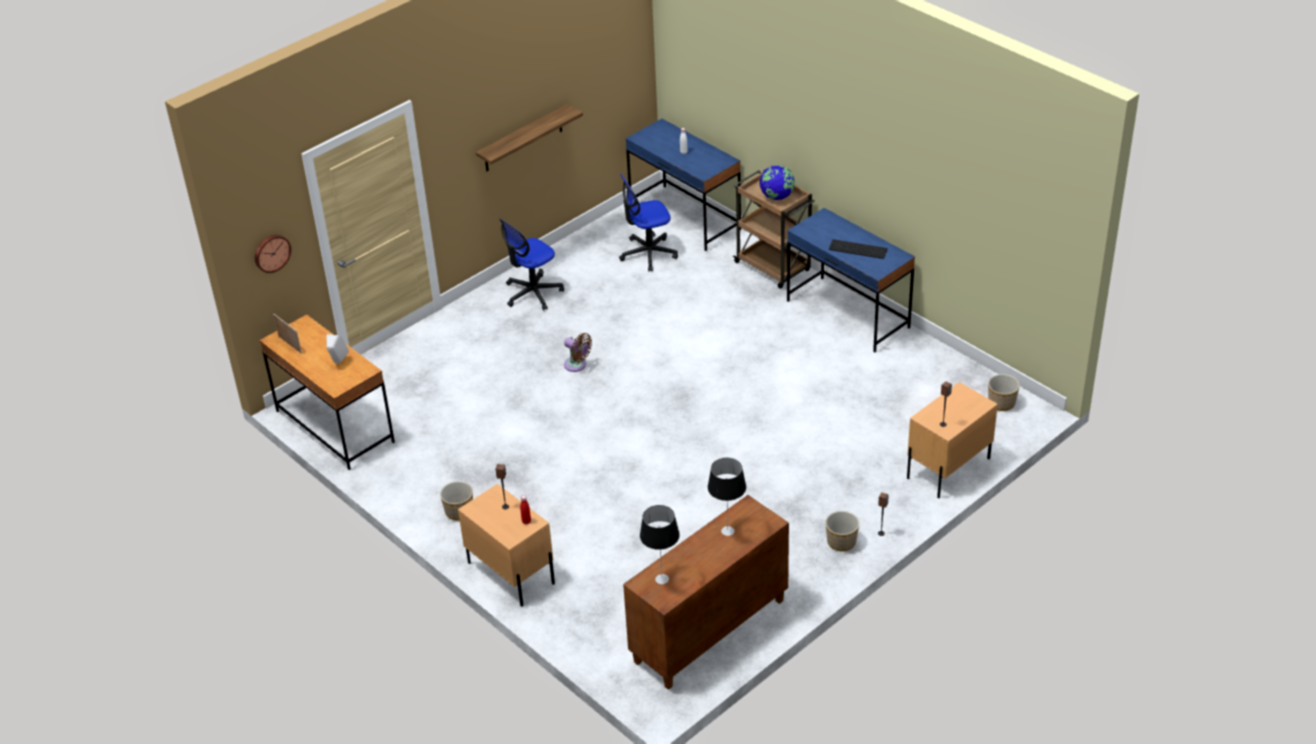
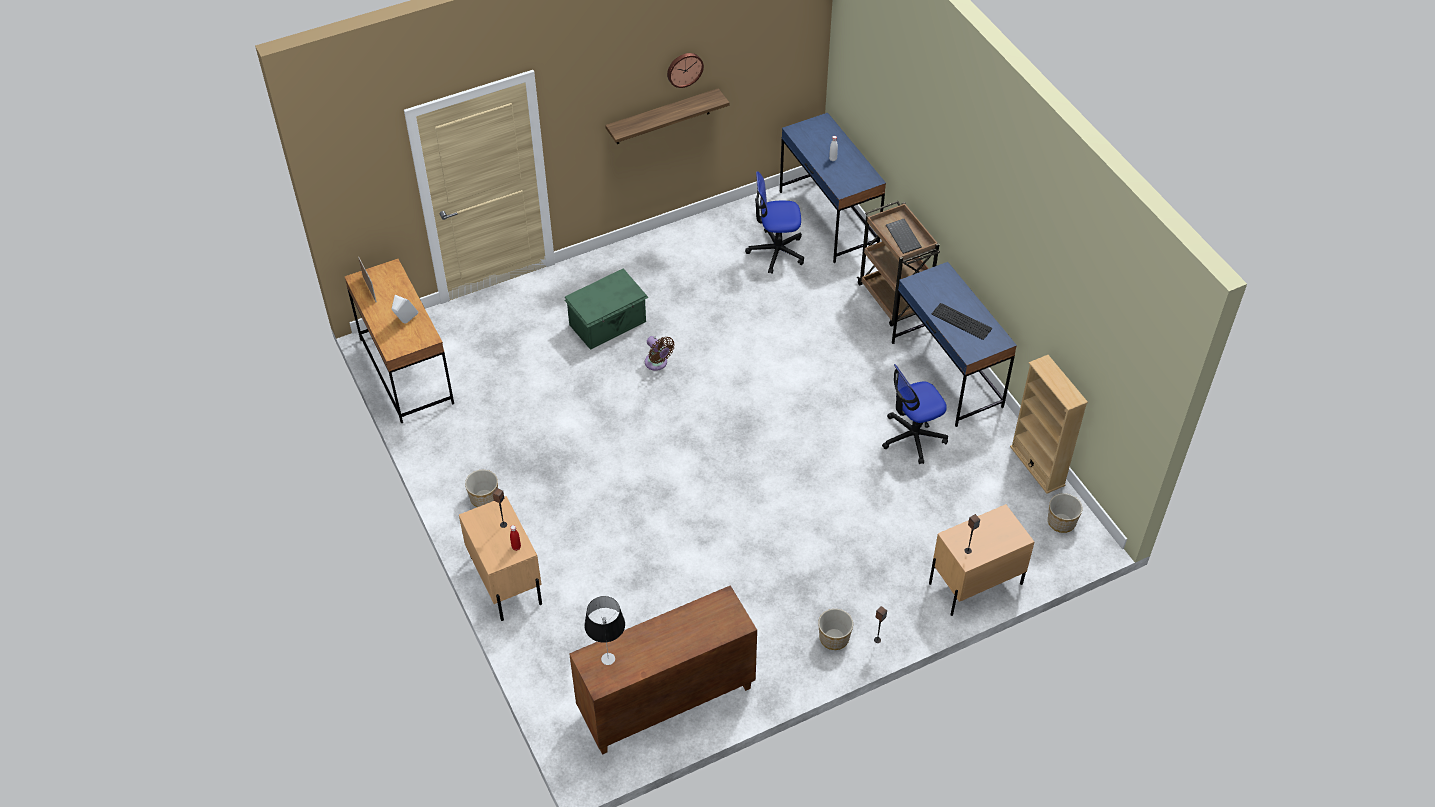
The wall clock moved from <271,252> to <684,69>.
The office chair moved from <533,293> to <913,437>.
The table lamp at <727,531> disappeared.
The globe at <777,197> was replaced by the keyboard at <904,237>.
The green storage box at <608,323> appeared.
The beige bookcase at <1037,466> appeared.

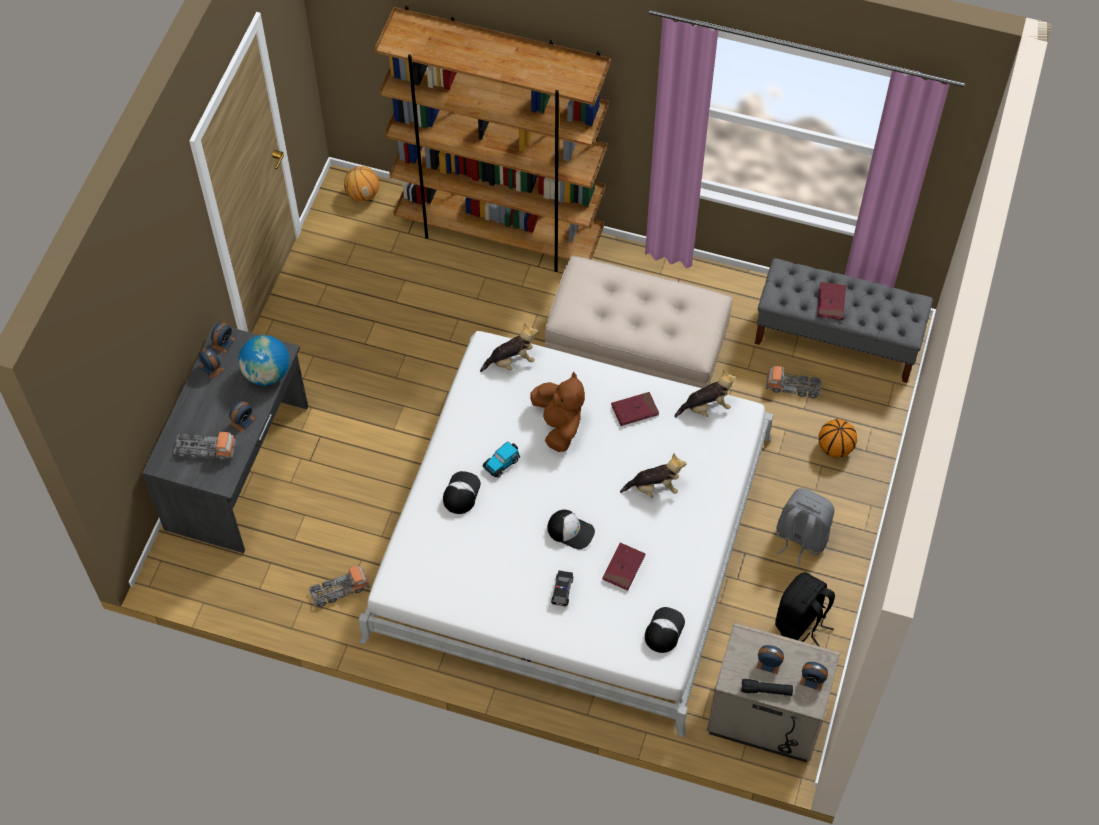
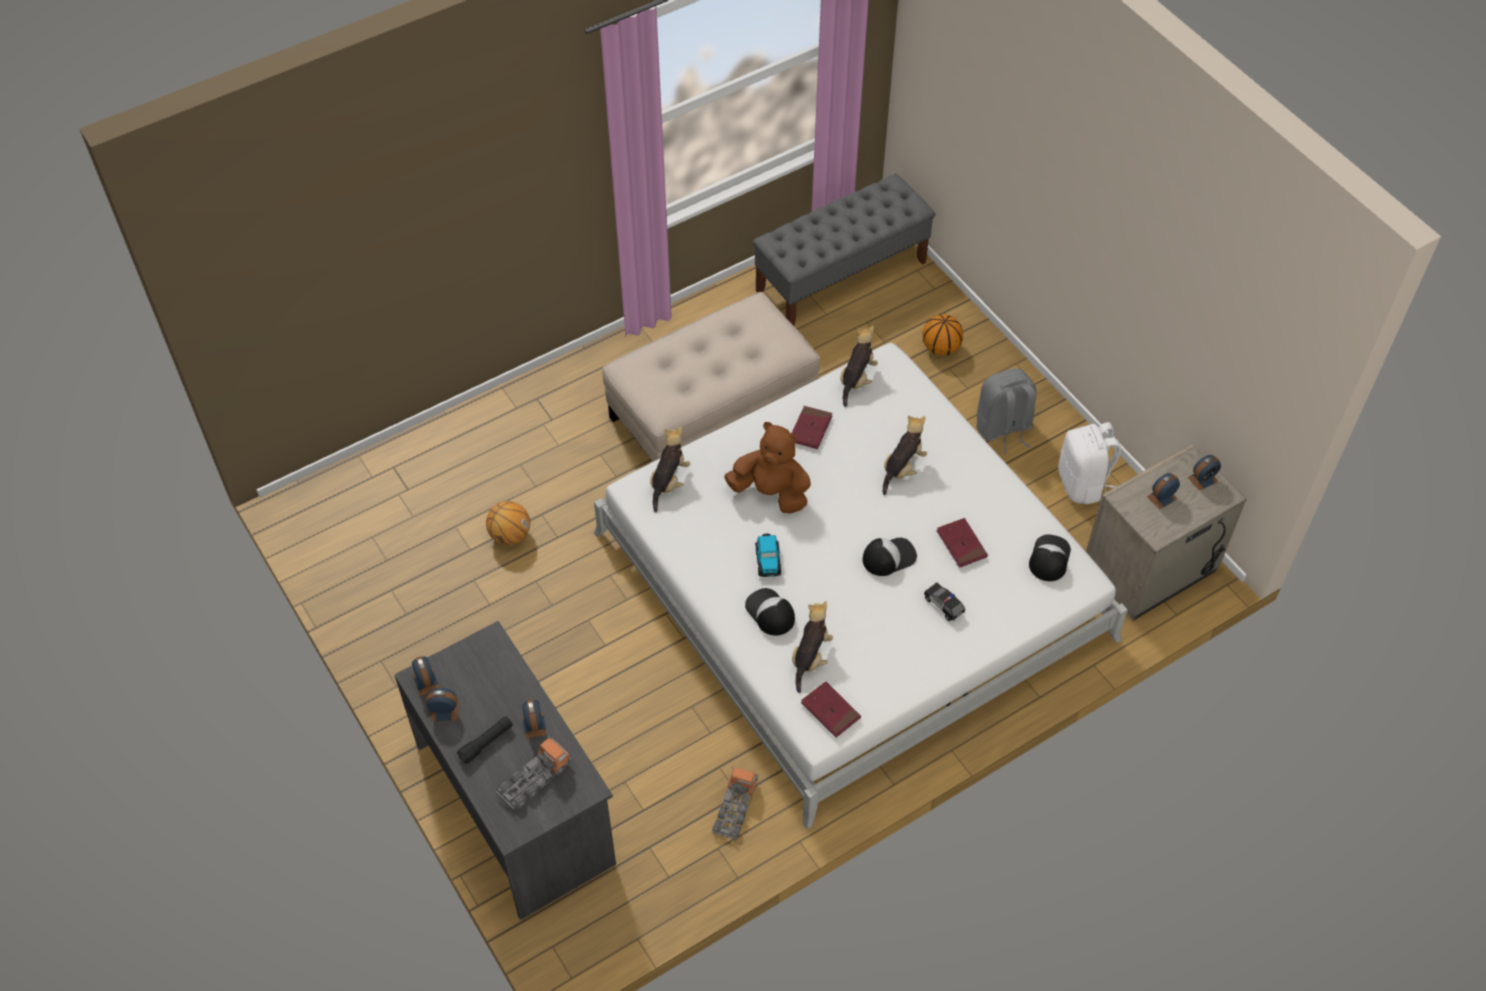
The globe at <267,373> disappeared.
The basketball moved from <363,194> to <510,535>.
The brown bookcase at <500,233> disappeared.
The cap at <664,630> turned 45 degrees clockwise.
The black flashlight moved from <766,690> to <486,743>.
The toy truck at <793,387> disappeared.
The black backpack at <801,623> became the white backpack at <1083,484>.
The red book moved from <831,302> to <830,711>.
The plush toy at <810,657> appeared.

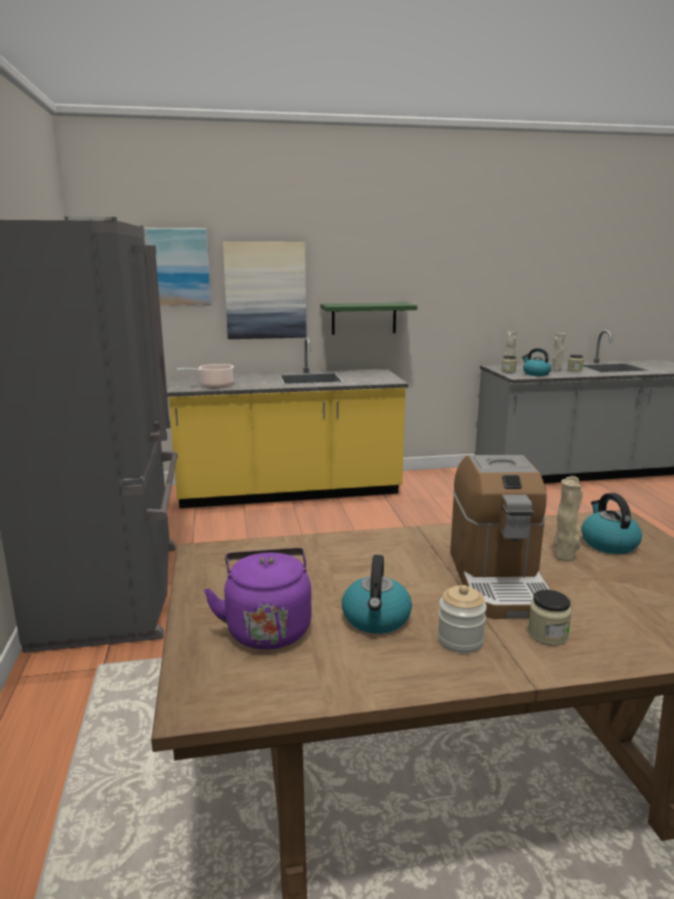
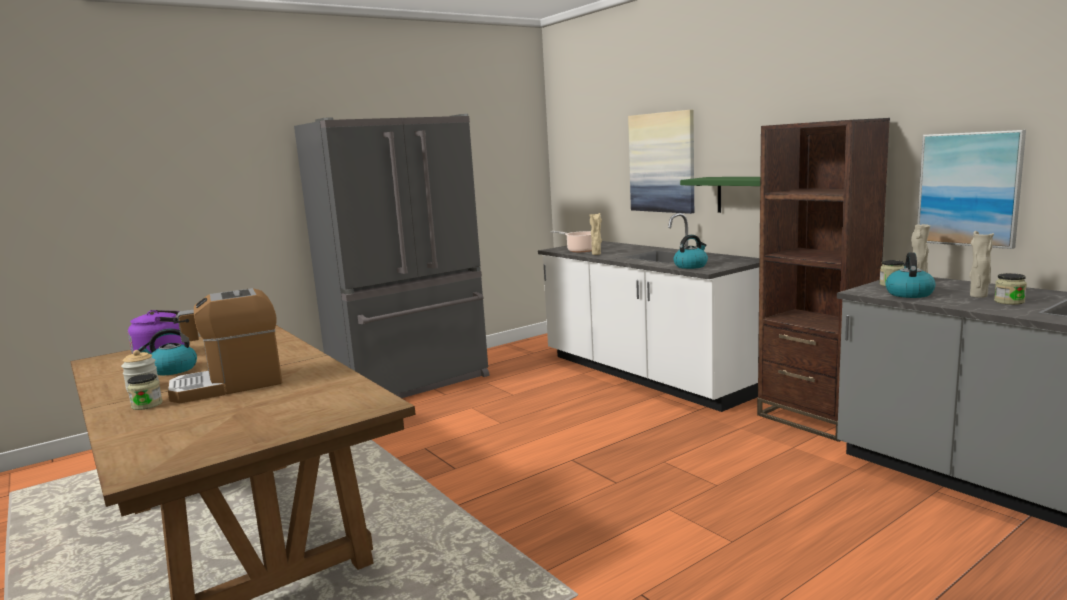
The picture moved from <179,267> to <969,189>.
The yellow counter at <289,492> became the white counter at <646,374>.
The beige vase moved from <565,557> to <596,254>.
The kettle moved from <608,543> to <691,266>.
The brown bookcase at <814,419> appeared.

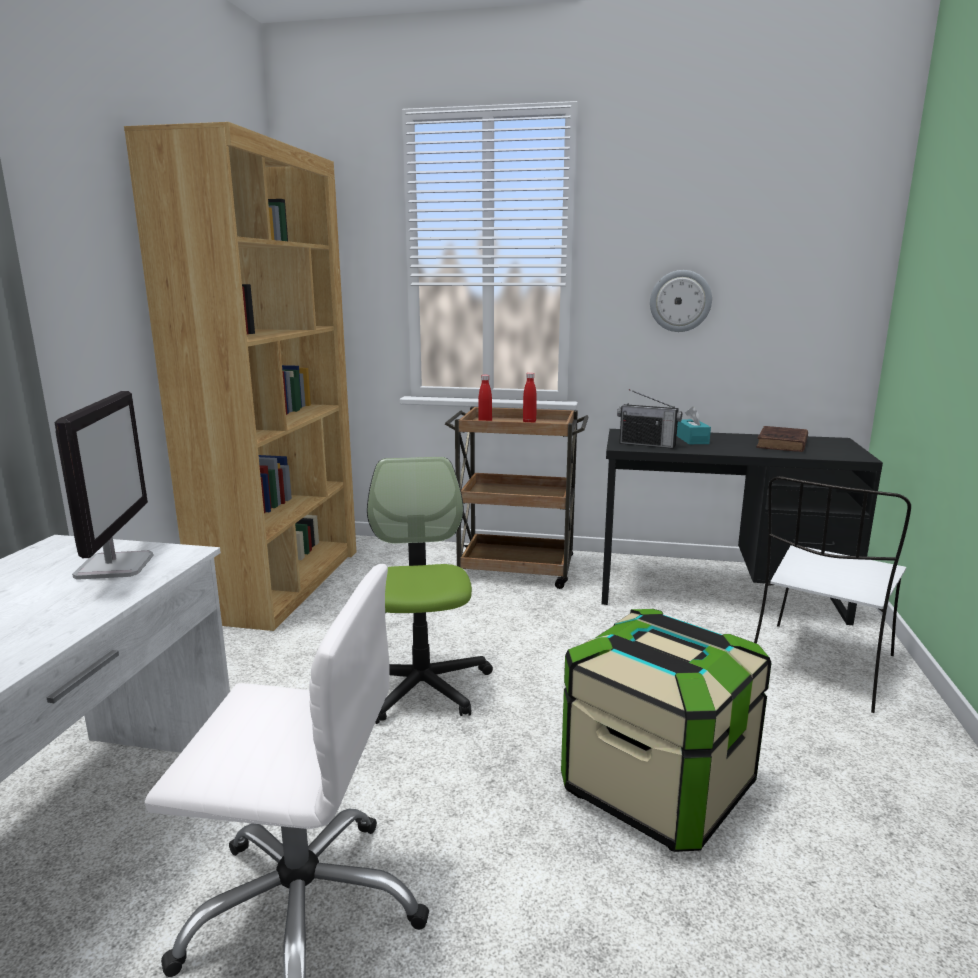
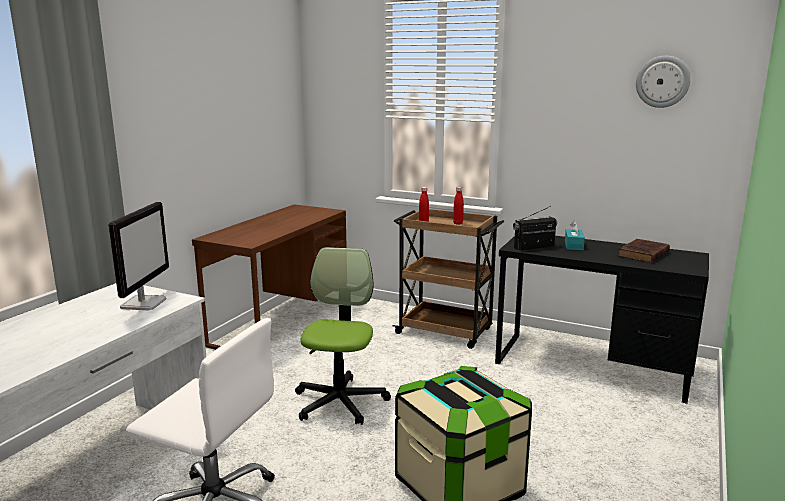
The brown bookcase at <283,583> was replaced by the brown desk at <281,323>.
The radio at <647,444> turned 120 degrees clockwise.
The wall clock moved from <680,301> to <662,81>.
The white chair at <820,667> disappeared.

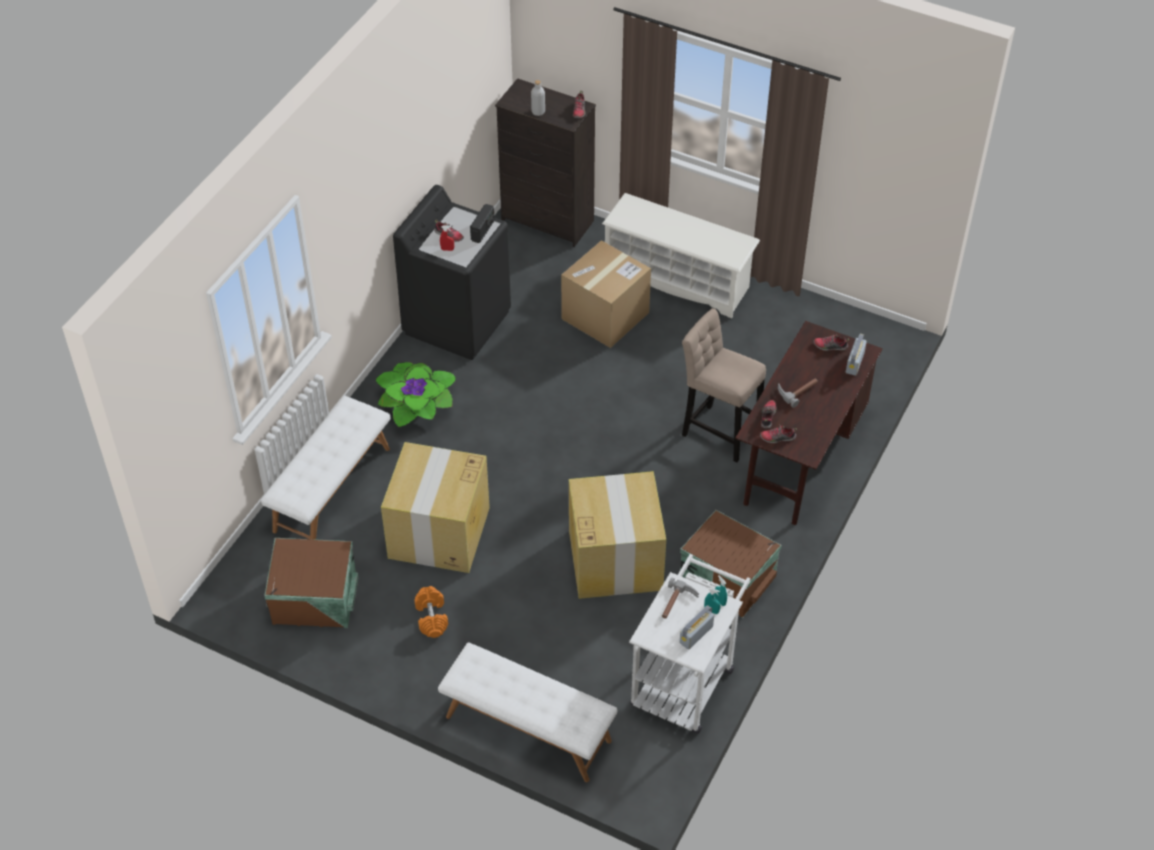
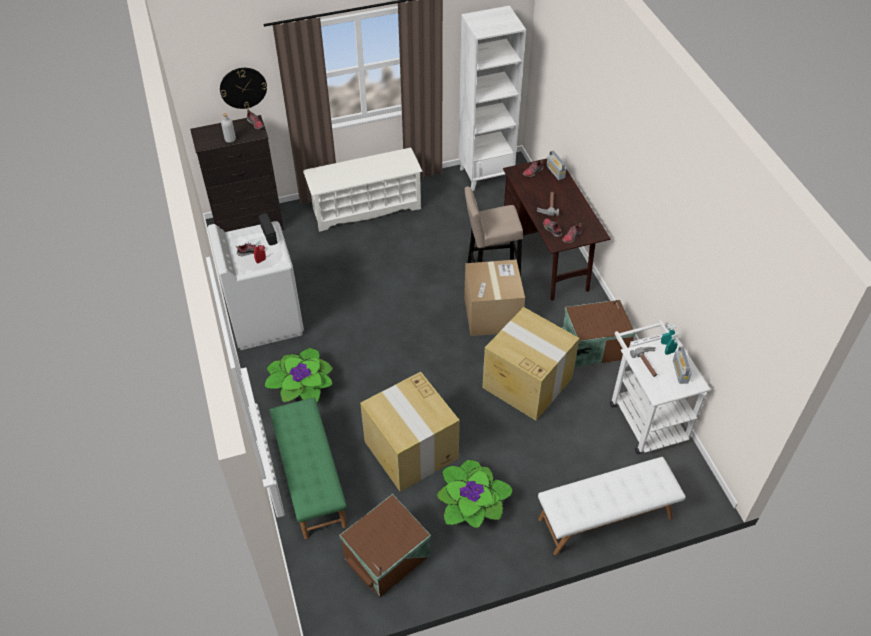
The white bench at <331,489> became the green bench at <310,479>.
The black washing machine at <457,321> became the white washing machine at <265,319>.
The orange dumbbell at <432,618> was replaced by the potted plant at <471,504>.
The cardboard box moved from <605,316> to <492,314>.
The wall clock at <243,87> appeared.
The white bookcase at <486,175> appeared.

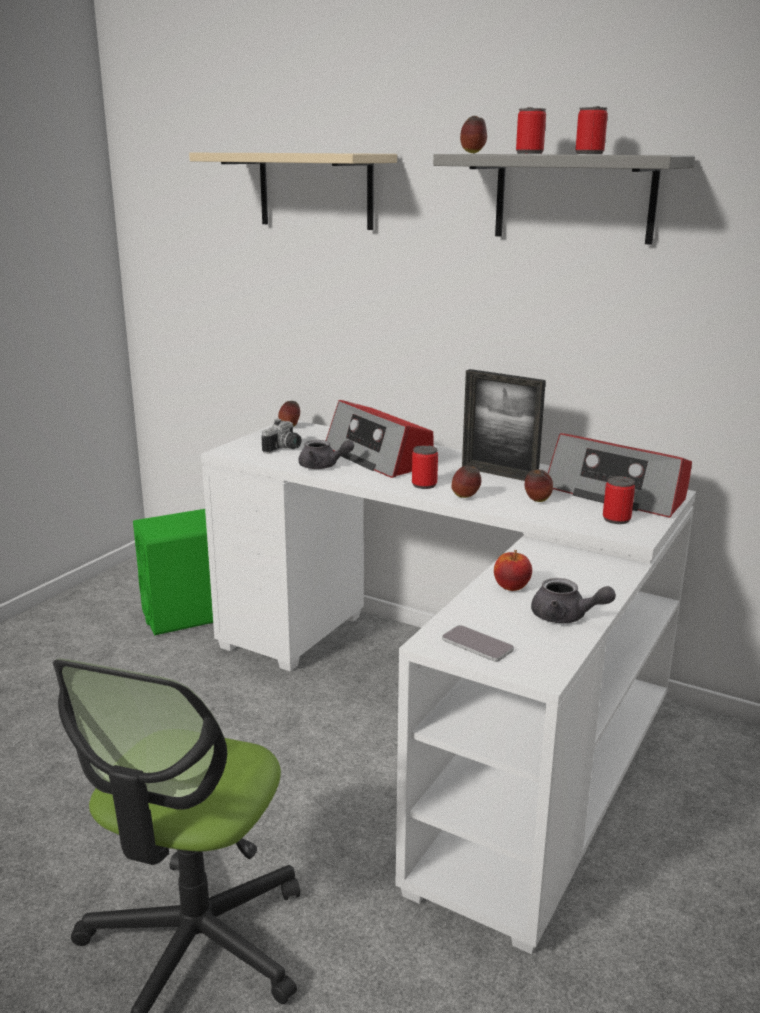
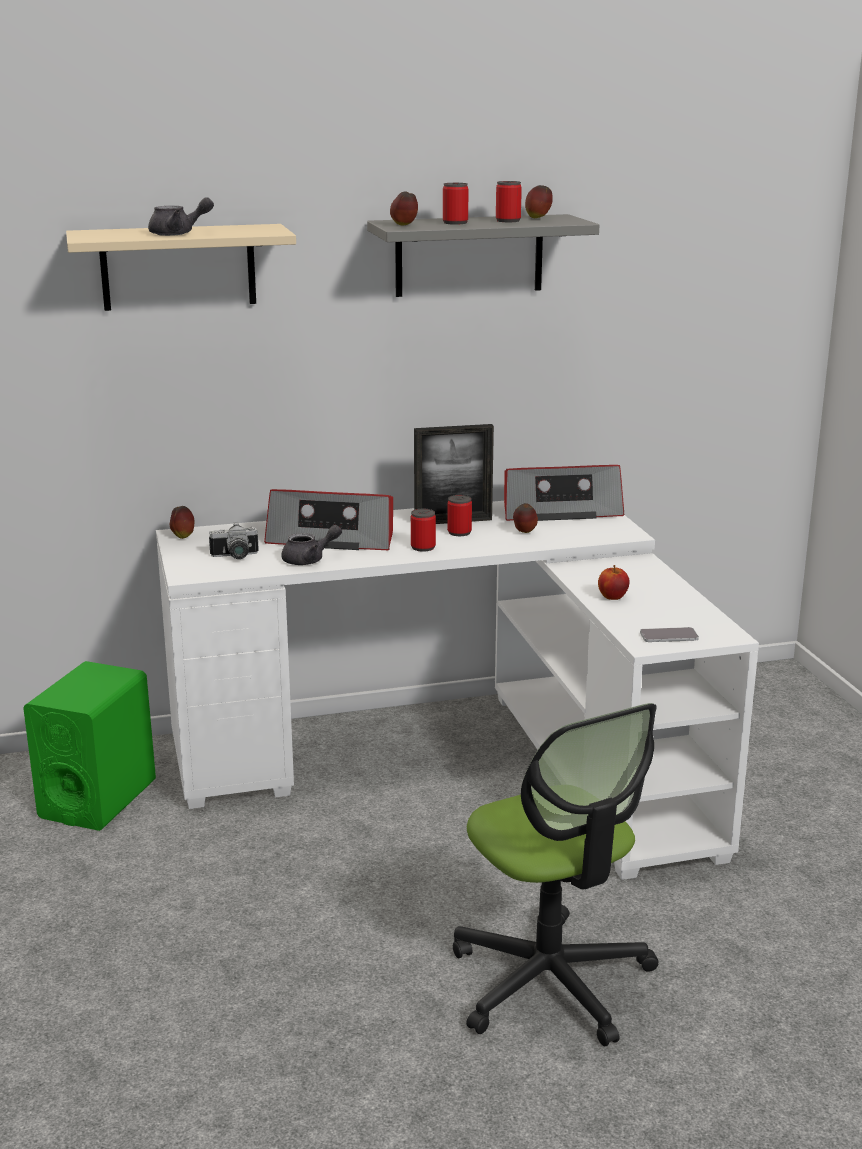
The photo camera at <284,449> turned 90 degrees clockwise.
The apple moved from <465,497> to <538,218>.
The grey teapot moved from <566,617> to <178,234>.
The can moved from <616,519> to <459,532>.

